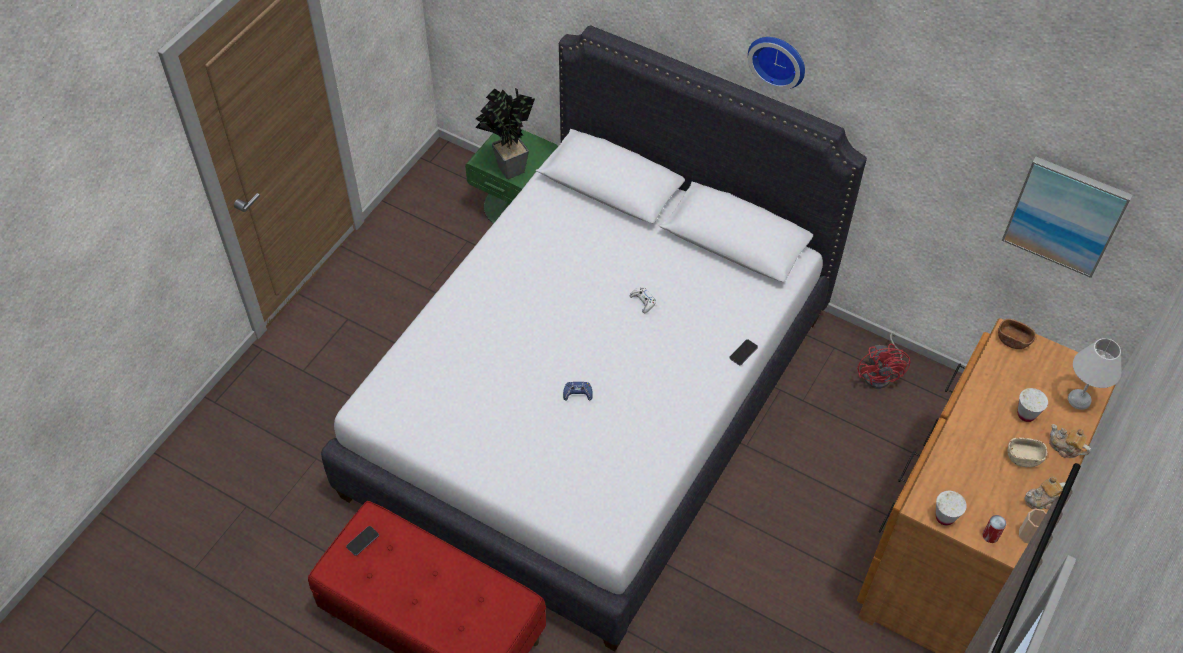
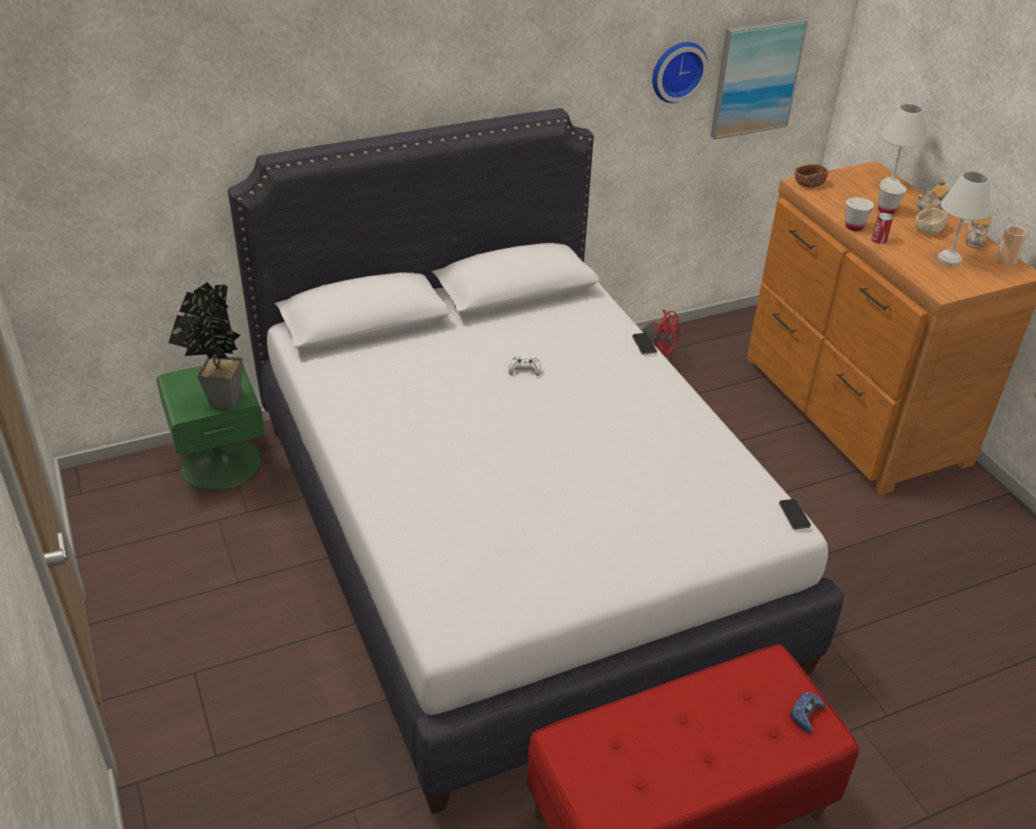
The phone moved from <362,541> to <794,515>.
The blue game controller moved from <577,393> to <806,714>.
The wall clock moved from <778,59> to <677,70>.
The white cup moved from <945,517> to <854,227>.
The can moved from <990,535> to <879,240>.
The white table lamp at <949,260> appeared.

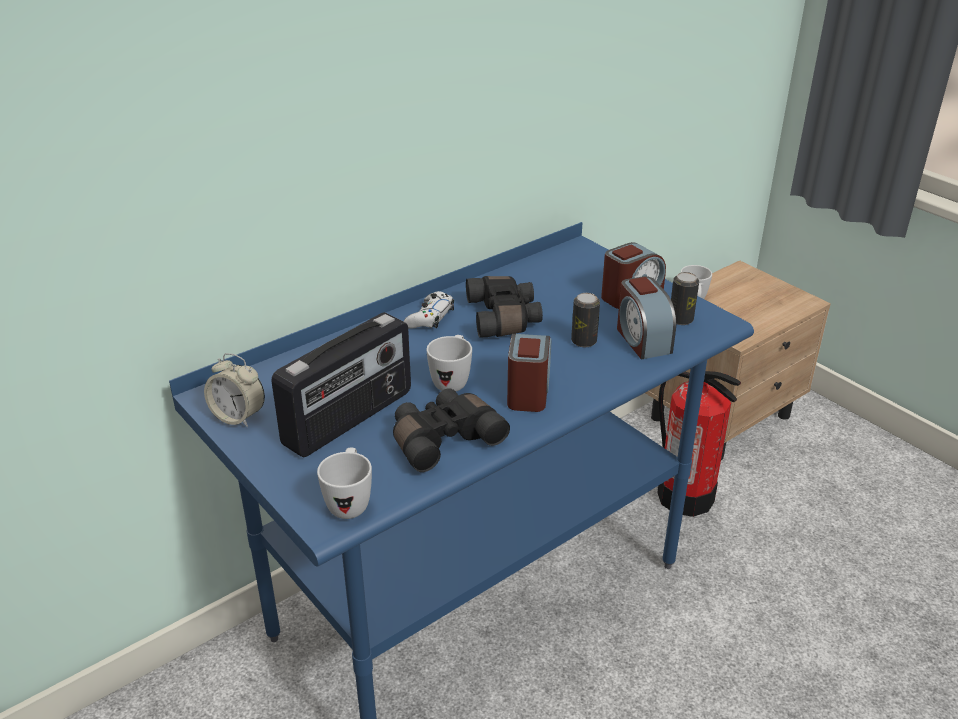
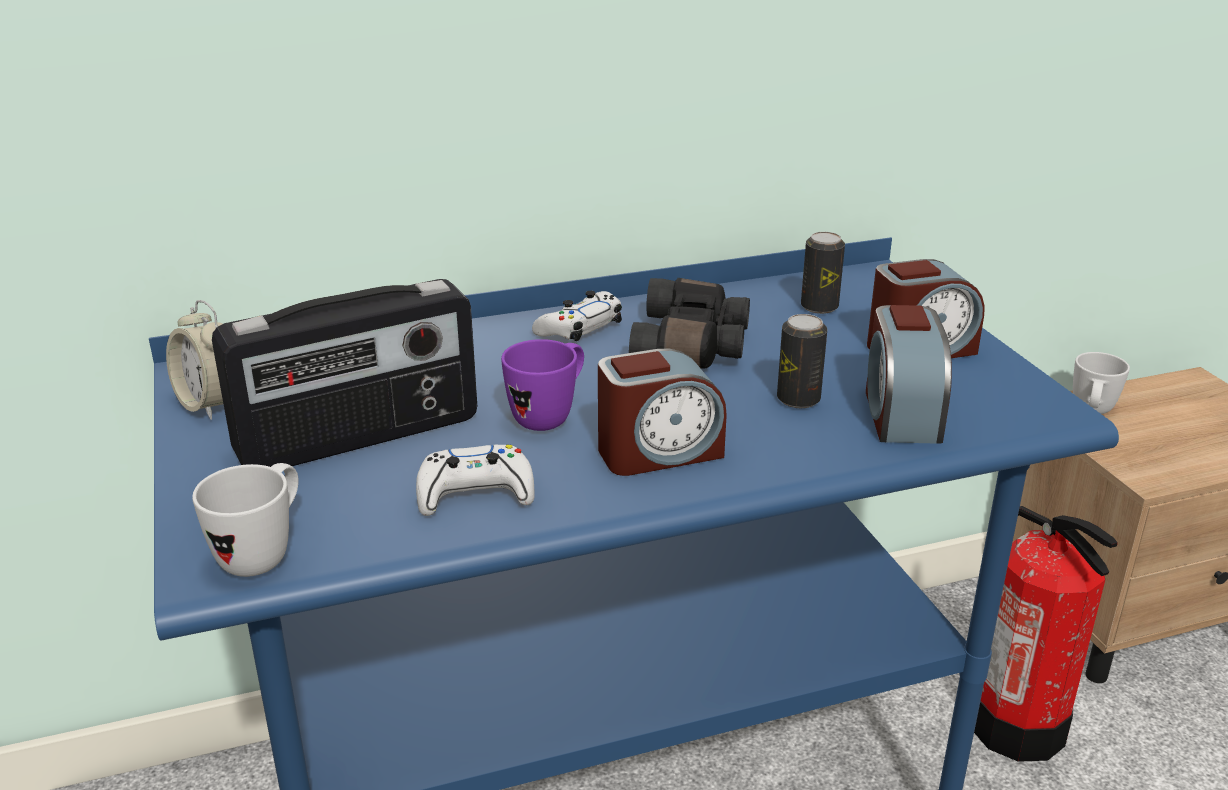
The black binoculars at <443,439> was replaced by the white game controller at <475,493>.
The white mug at <452,381> became the purple mug at <550,416>.
The alarm clock at <528,391> turned 45 degrees clockwise.
The can moved from <680,319> to <819,307>.

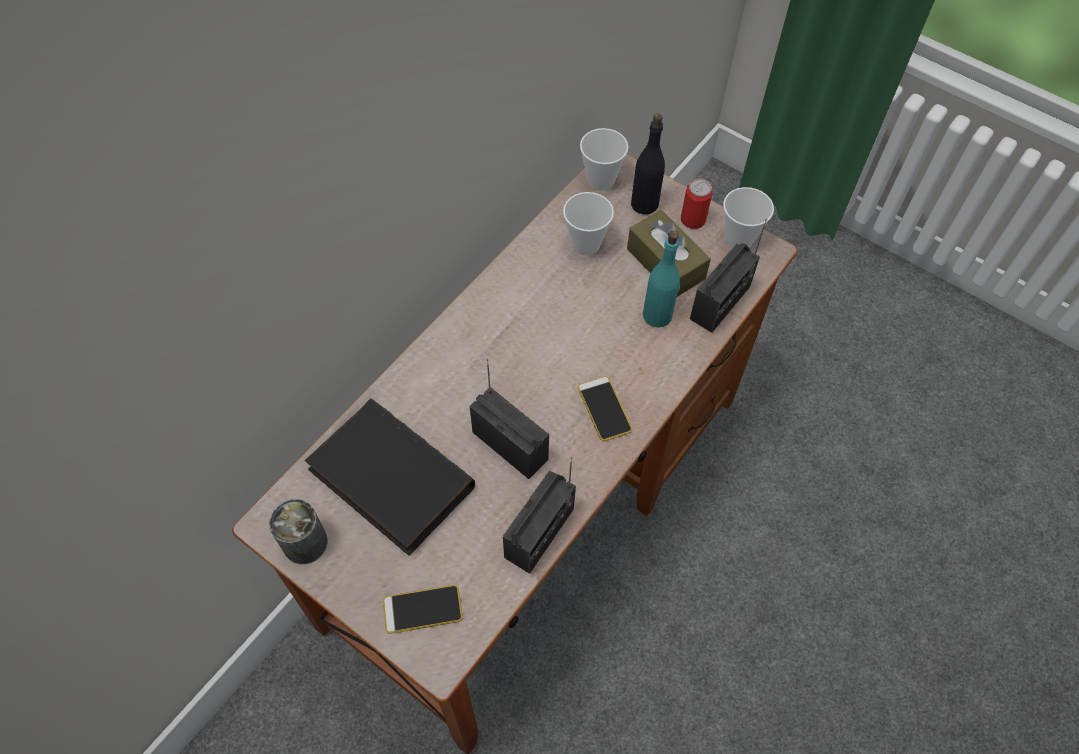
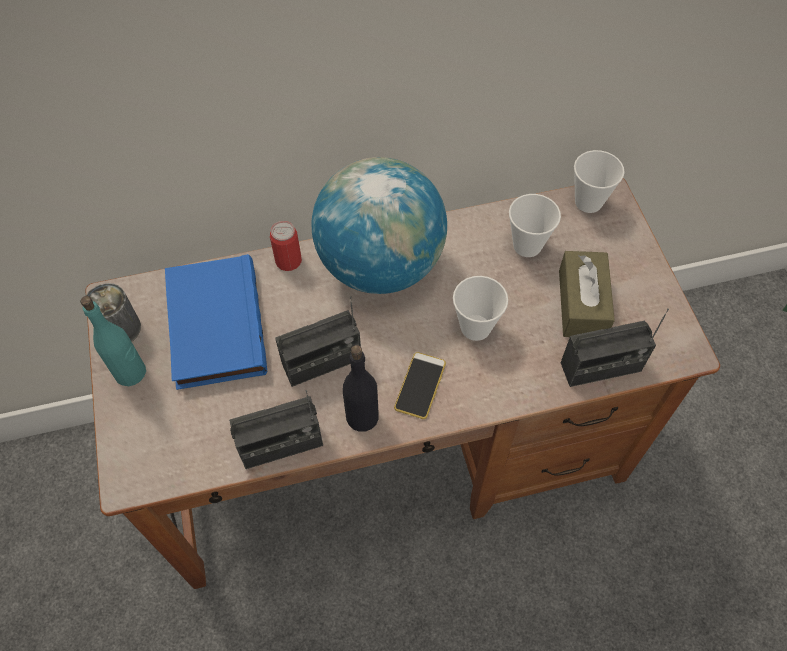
The black book at <388,480> became the blue book at <213,325>.
The phone at <422,609> disappeared.
The radio at <510,445> turned 75 degrees clockwise.
The black bottle moved from <644,204> to <362,416>.
The turquoise bottle moved from <657,315> to <131,372>.
The can moved from <693,219> to <288,261>.
The cup moved from <738,239> to <475,327>.
The globe at <380,264> appeared.

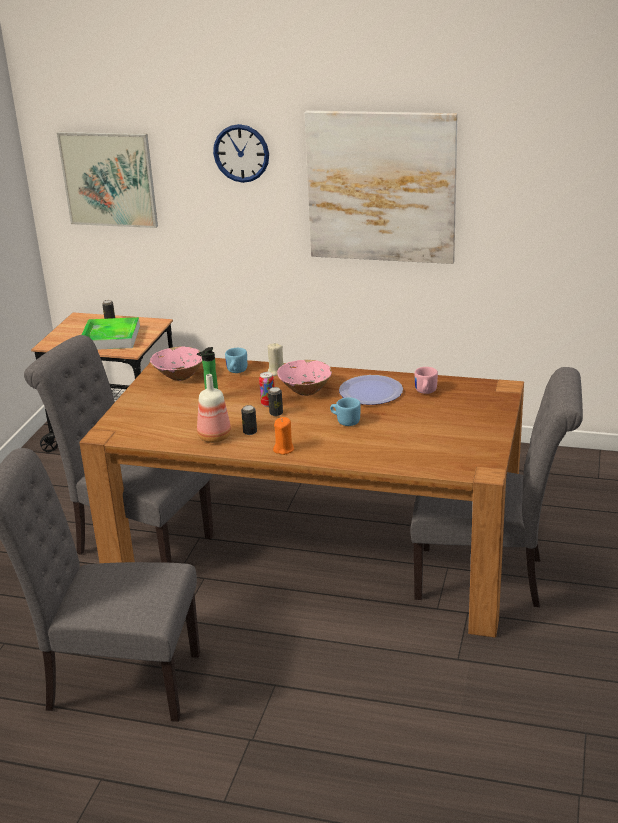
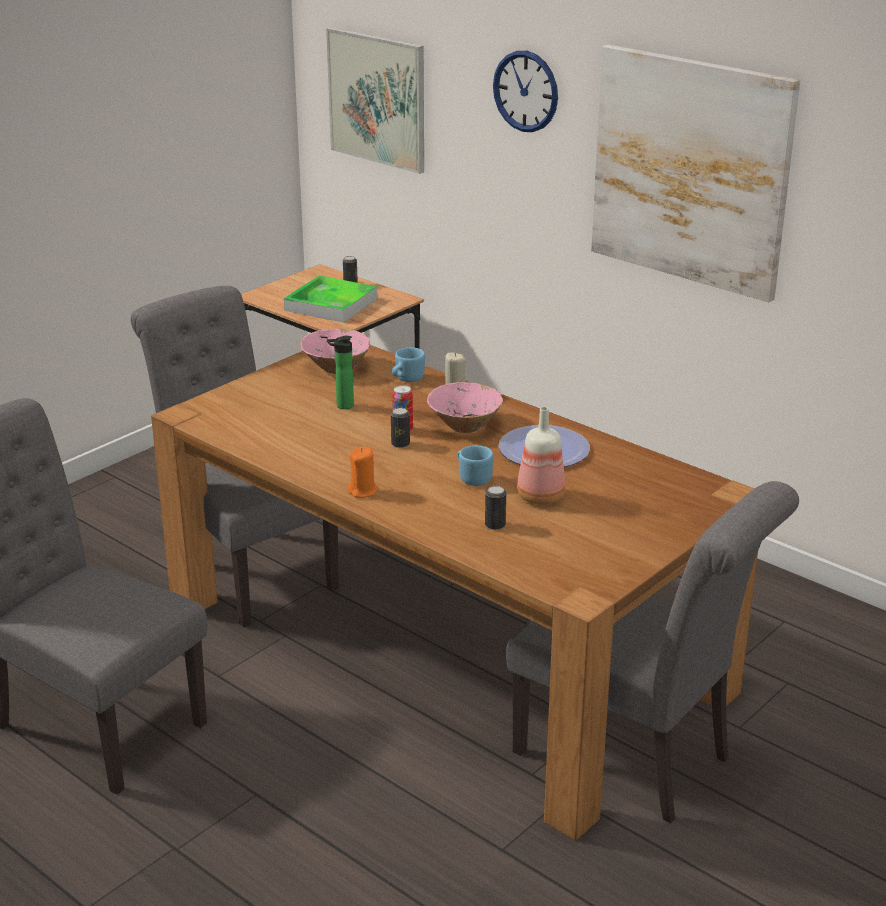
The bottle moved from <214,437> to <540,497>.
The can moved from <250,432> to <495,525>.
The pink mug at <425,392> disappeared.

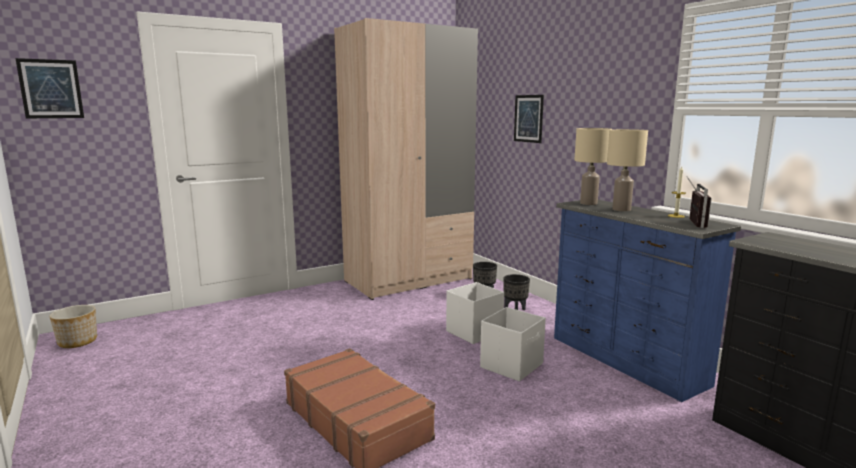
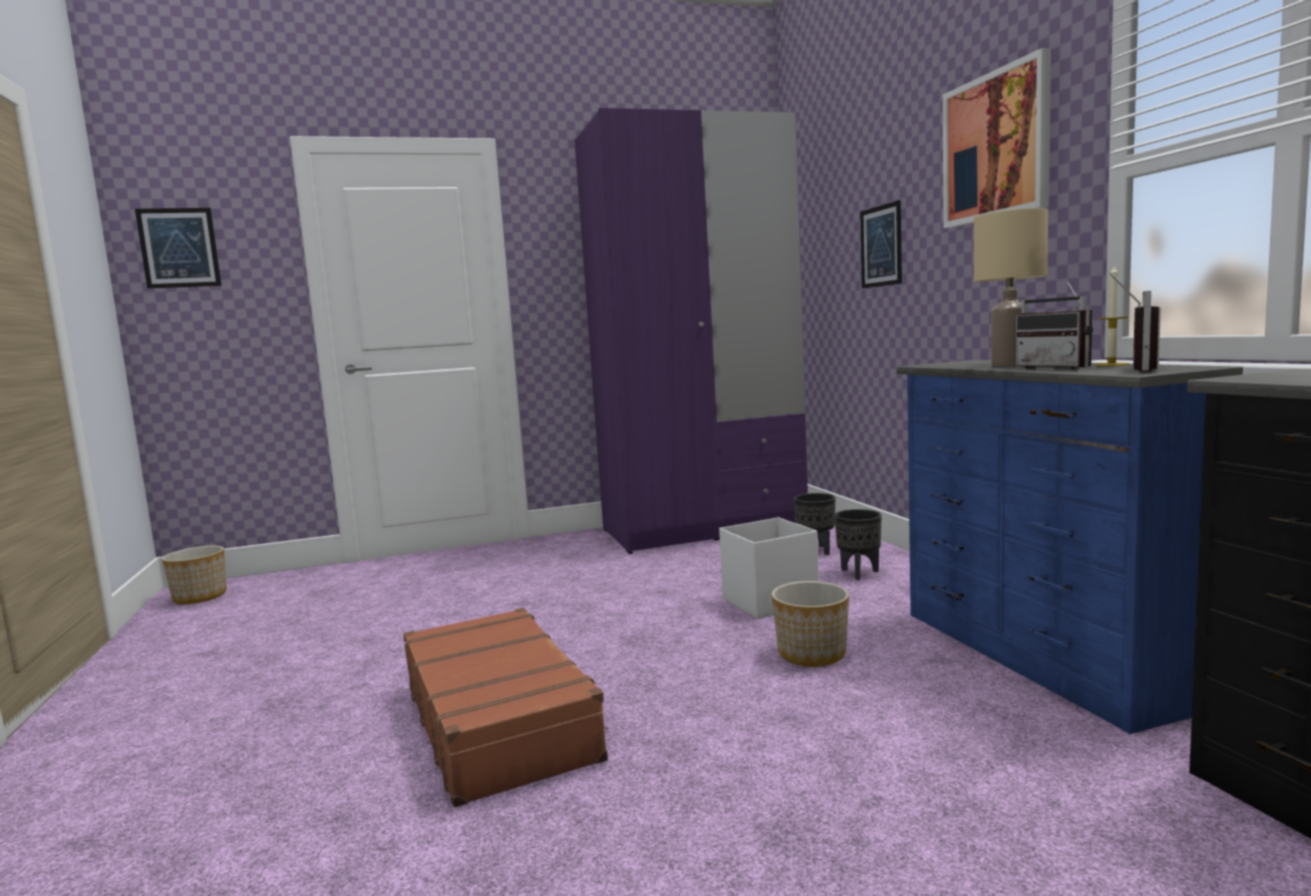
The beige wardrobe at <409,280> became the purple wardrobe at <703,528>.
The white storage box at <512,365> was replaced by the planter at <811,654>.
The beige table lamp at <588,203> disappeared.
The picture at <996,146> appeared.
The radio at <1059,367> appeared.

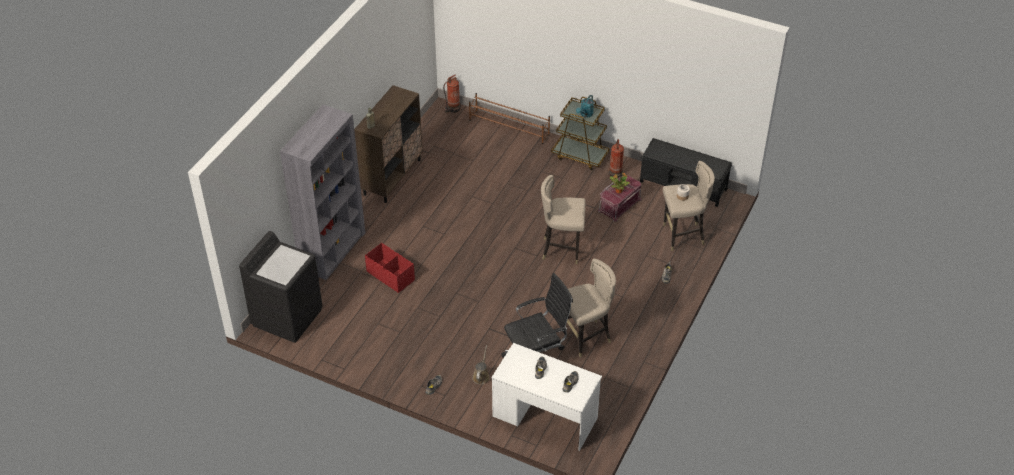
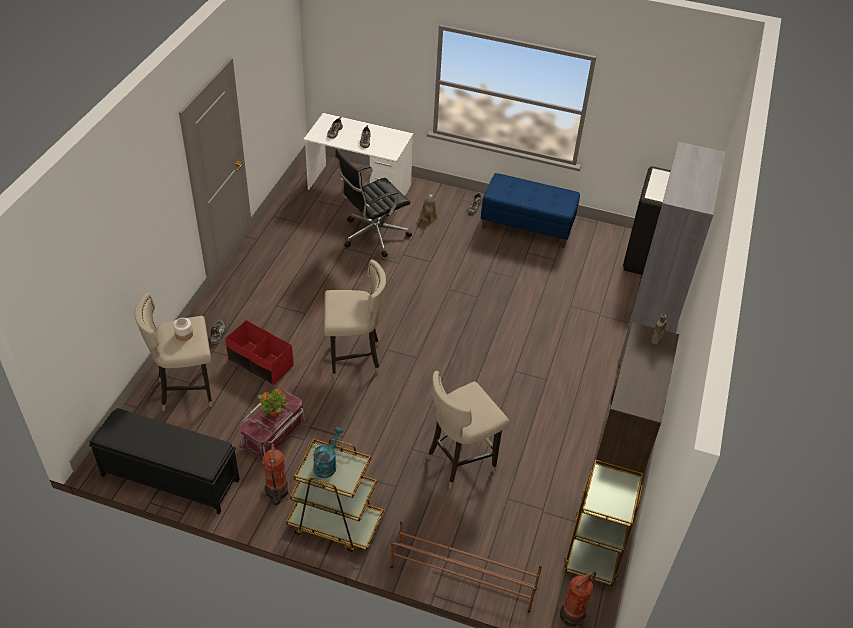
The red storage box moved from <390,275> to <260,363>.
The beige stool moved from <586,338> to <460,461>.
The blue bench at <527,226> appeared.
The brown cart at <595,547> appeared.

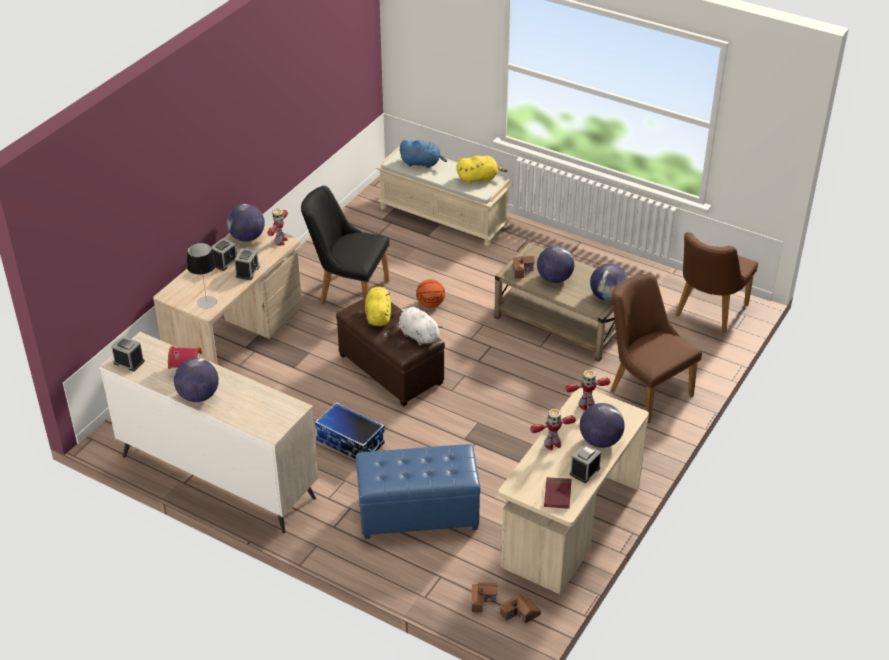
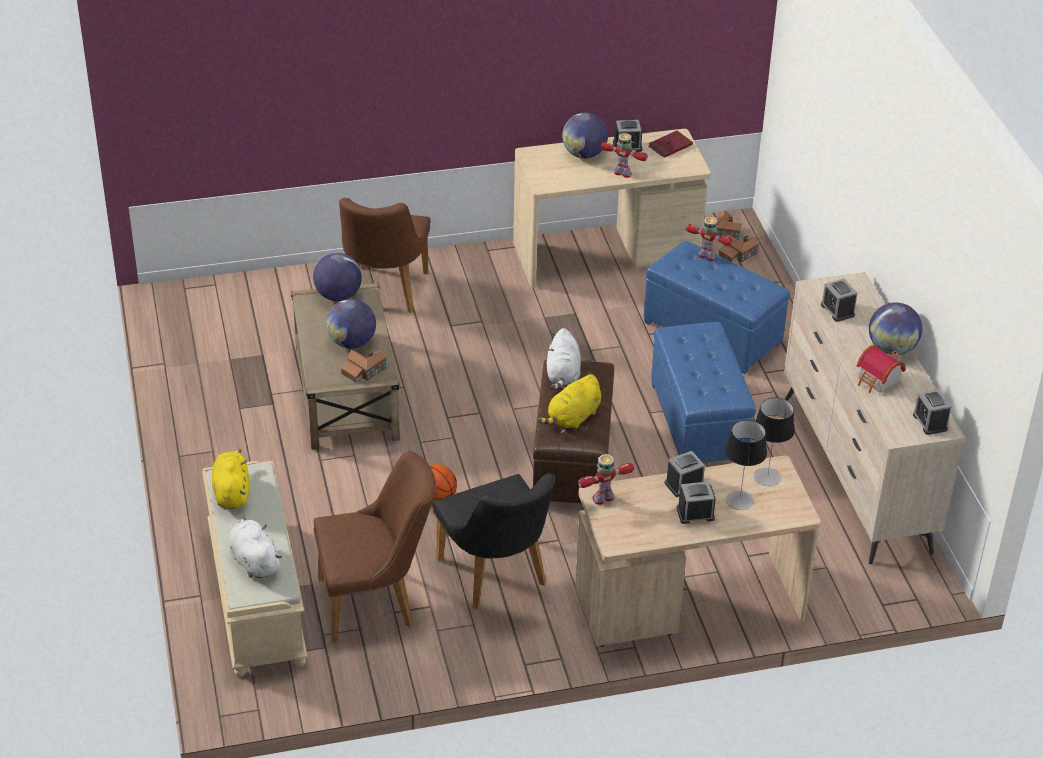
The globe at <247,237> disappeared.
The storage box at <349,442> was replaced by the blue ottoman at <699,422>.
The blue plush toy at <422,163> became the white plush toy at <254,561>.
The yellow plush toy at <479,178> turned 45 degrees clockwise.
The toy robot moved from <586,405> to <707,256>.
The brown chair moved from <707,313> to <376,602>.
The table lamp at <740,500> appeared.
The alarm clock at <837,310> appeared.

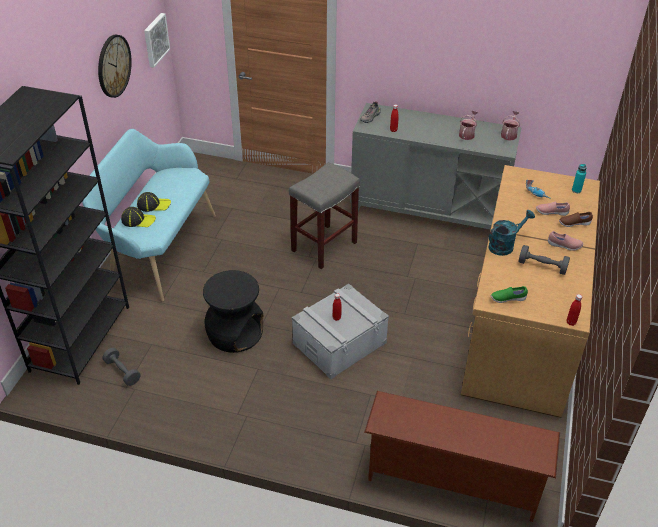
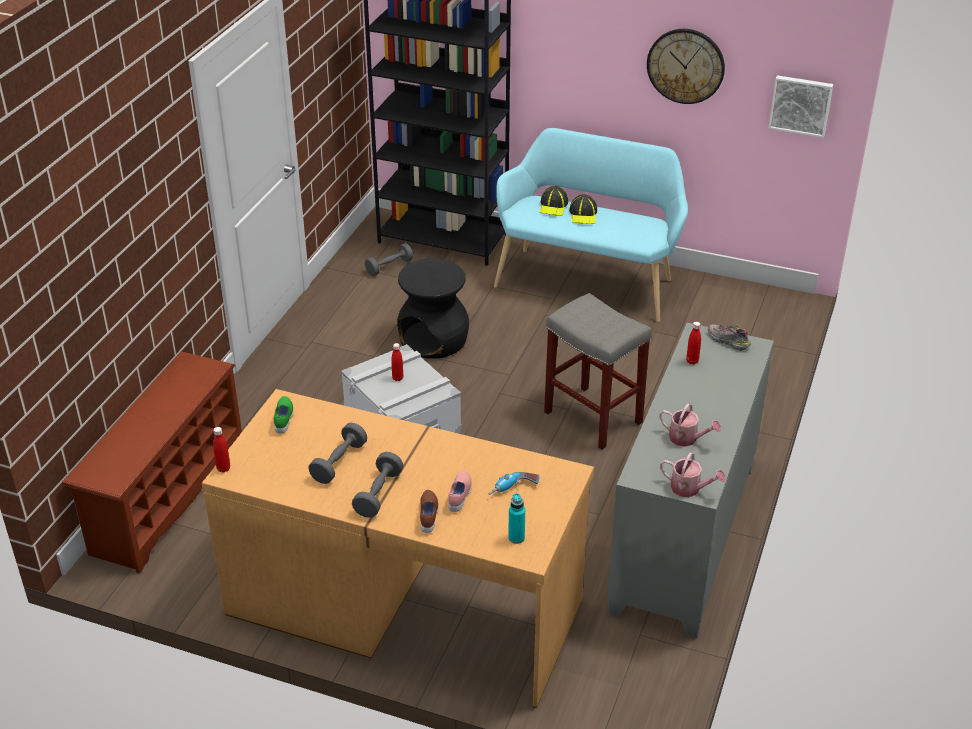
The turquoise watering can at <505,245> disappeared.
The pink shoe at <564,246> was replaced by the grey dumbbell at <378,494>.

